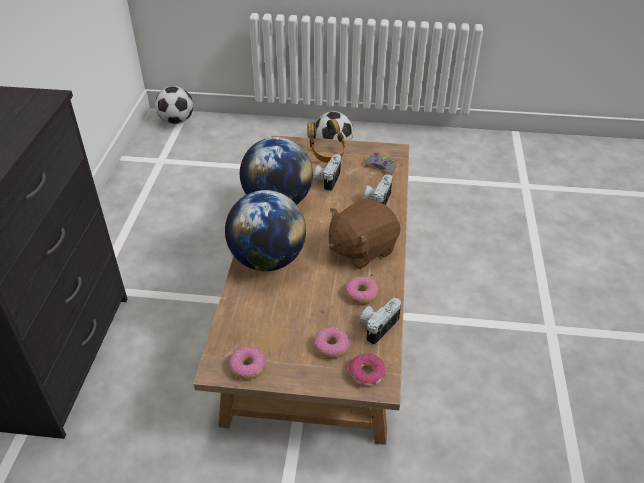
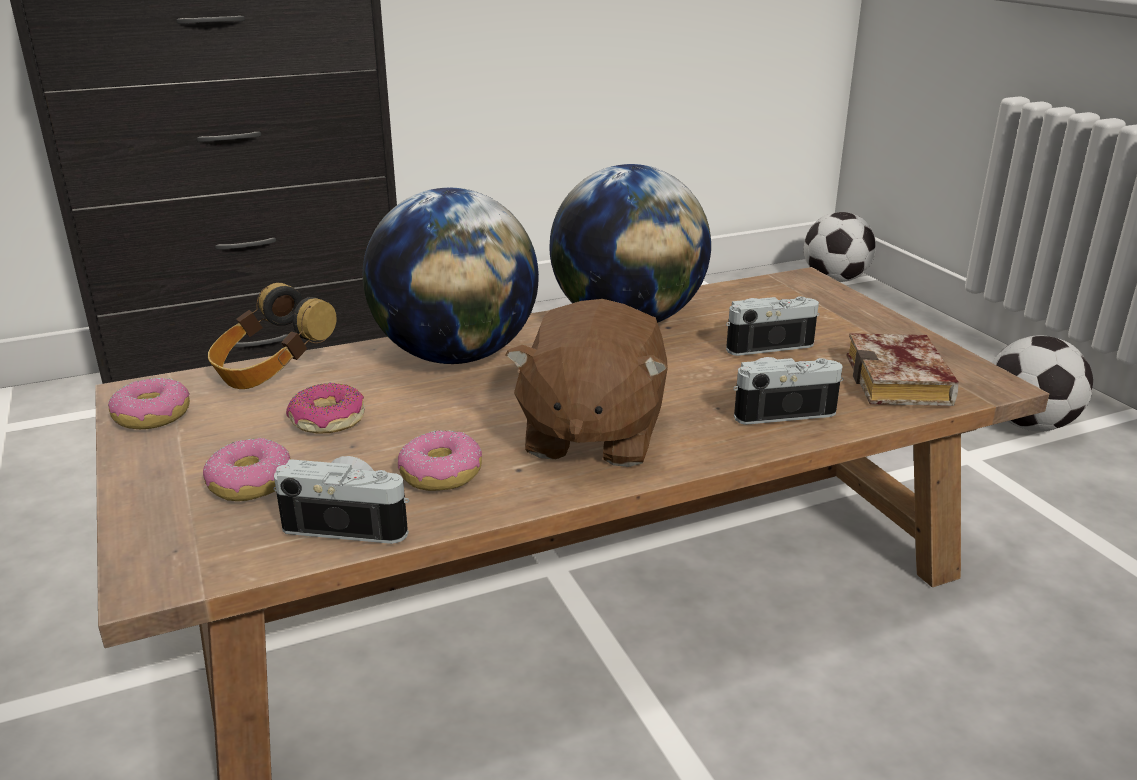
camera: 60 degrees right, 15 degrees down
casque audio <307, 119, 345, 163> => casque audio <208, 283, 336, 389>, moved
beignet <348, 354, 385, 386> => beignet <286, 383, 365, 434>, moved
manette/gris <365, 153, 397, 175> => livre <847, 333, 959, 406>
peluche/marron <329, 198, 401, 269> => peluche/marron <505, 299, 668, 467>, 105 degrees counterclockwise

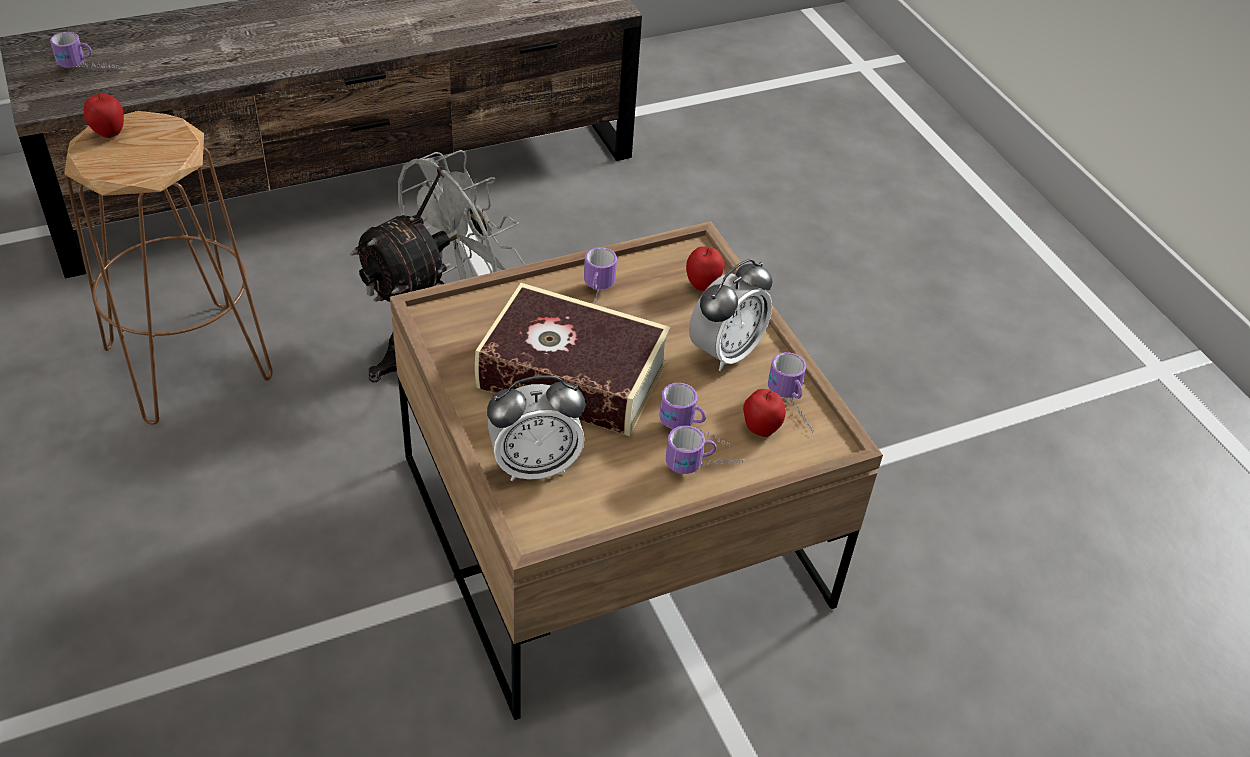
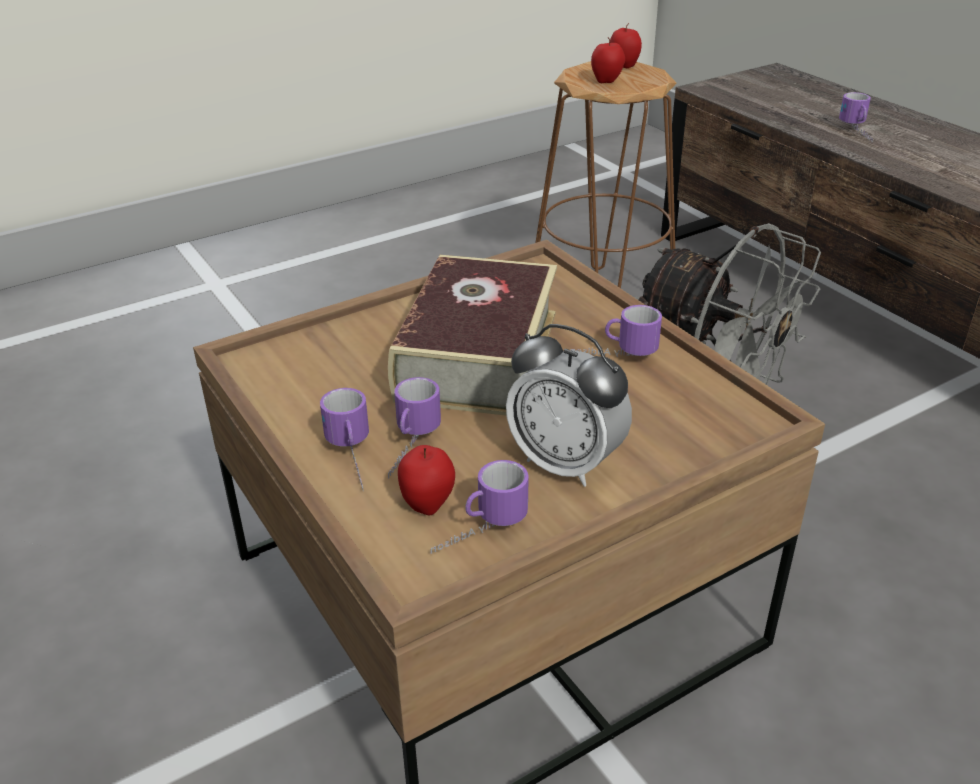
camera: 85 degrees right, 10 degrees down
réveil <487, 376, 585, 481> => nothing
mug <50, 32, 120, 69> => mug <839, 92, 873, 143>, moved
pomme <686, 246, 724, 291> => pomme <591, 38, 625, 83>, moved

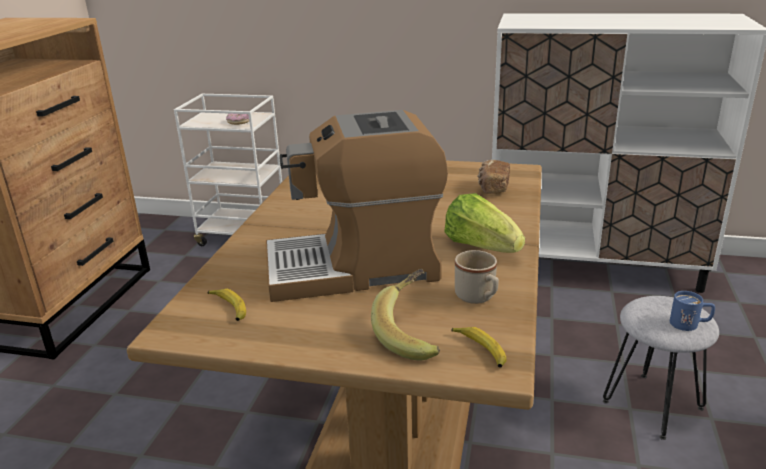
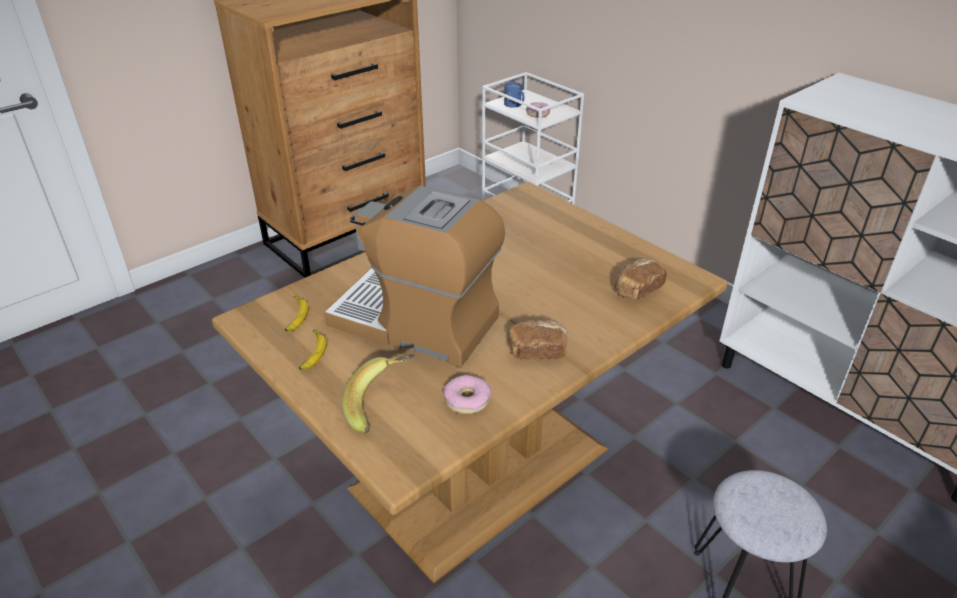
camera: 35 degrees right, 10 degrees up
banane <451, 327, 507, 368> => banane <299, 330, 327, 370>, moved
mug/bleu <670, 291, 715, 331> => mug/bleu <504, 82, 524, 108>, moved
laitue <444, 193, 525, 253> => pain <508, 320, 567, 360>
mug/beige <455, 250, 499, 304> => beignet <443, 375, 491, 414>

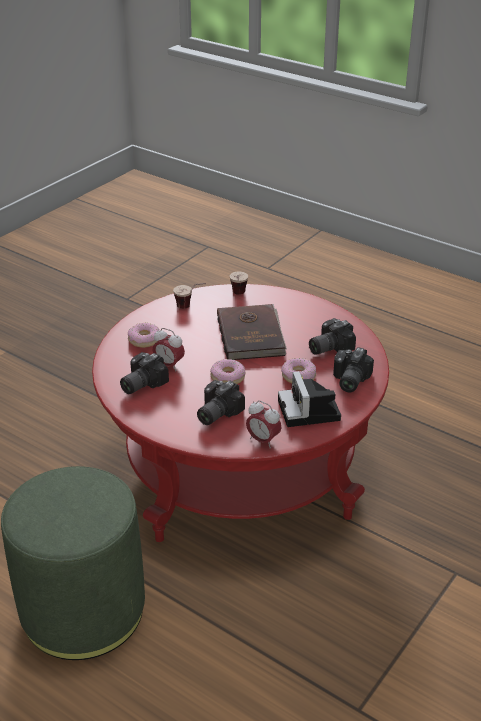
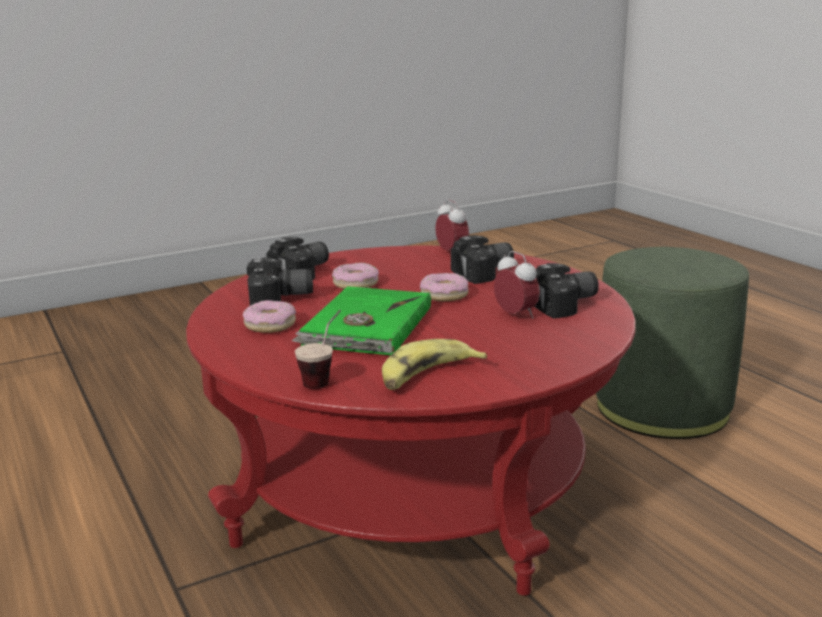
camera: 155 degrees left, 15 degrees down
appareil photo <278, 371, 341, 427> => nothing
beignet <128, 323, 160, 348> => beignet <243, 300, 296, 333>, moved
tasse <173, 283, 206, 309> => banane <382, 339, 487, 390>
livre/marron <217, 304, 287, 360> => livre/vert <292, 286, 431, 355>

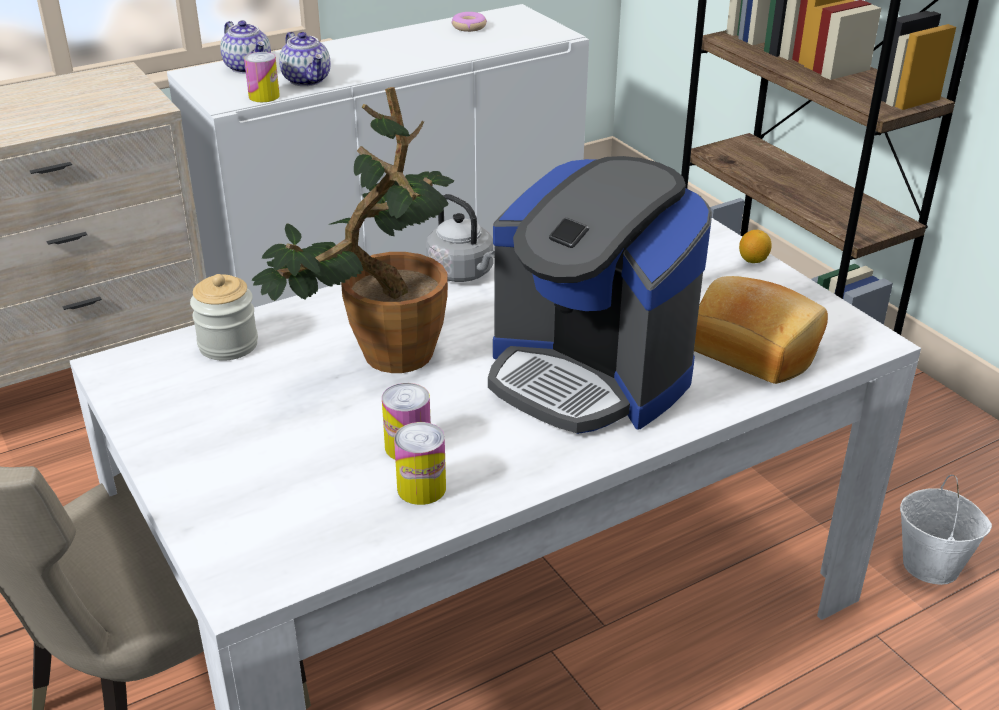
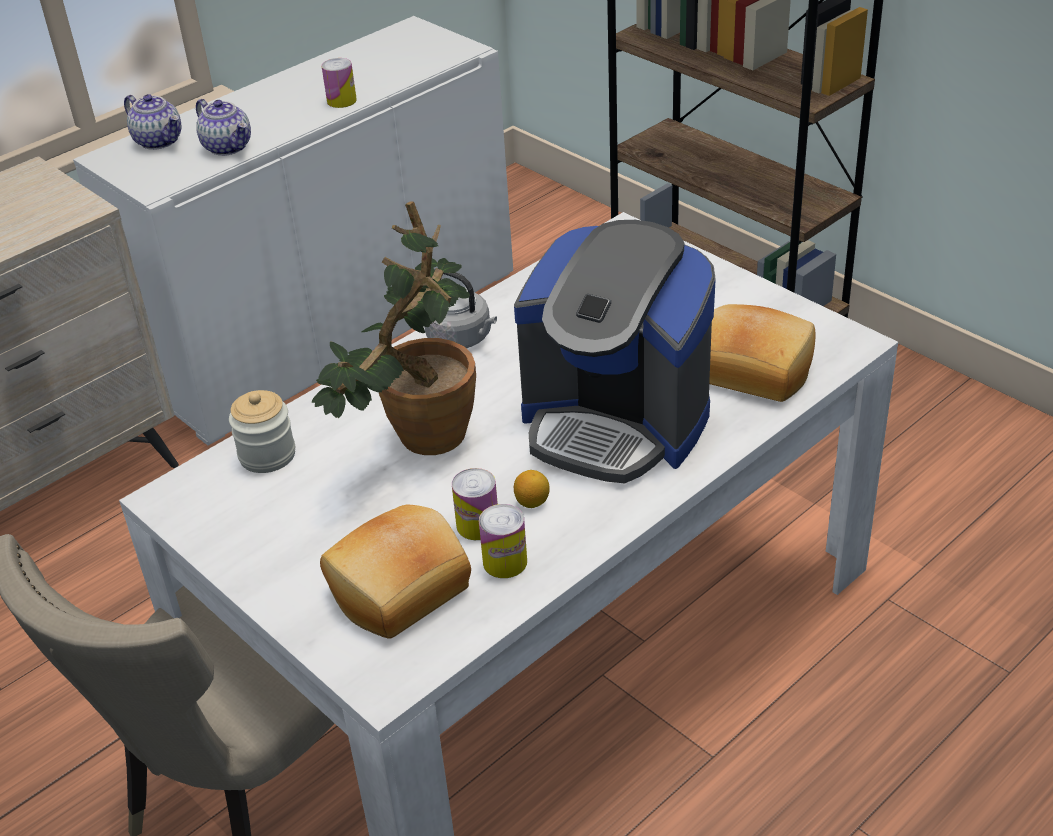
camera: 10 degrees left, 5 degrees up
beignet <451, 12, 487, 32> => nothing
seau/blanc <900, 475, 992, 585> => nothing
nothing => pain <320, 505, 471, 639>
boîte métallique <244, 52, 280, 102> => boîte métallique <322, 58, 357, 108>, moved
citron <739, 230, 772, 263> => citron <514, 470, 550, 508>, moved

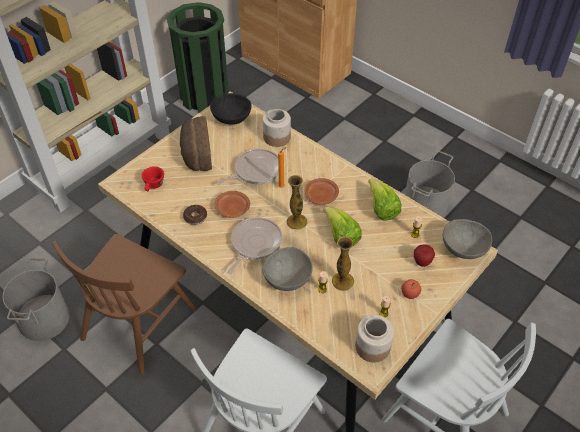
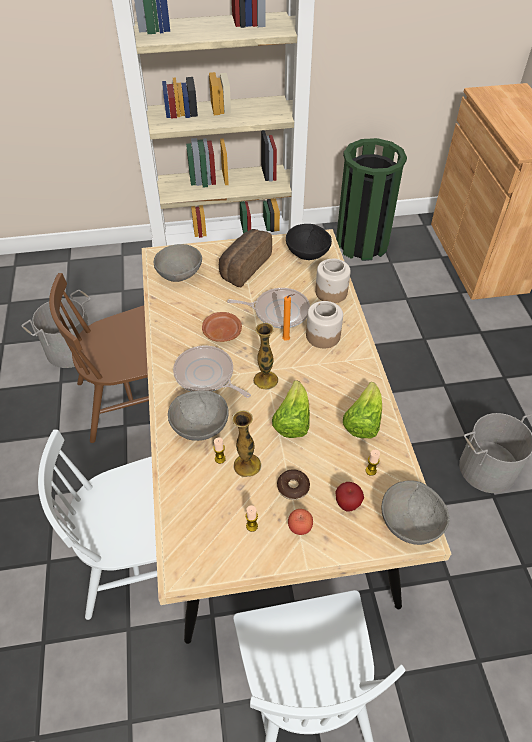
camera: 40 degrees right, 0 degrees up
assiette/marron <304, 178, 339, 205> => nothing
beignet <183, 205, 207, 225> => beignet <277, 469, 310, 500>, moved
bocal <355, 315, 394, 362> => bocal <306, 301, 343, 348>, moved
tasse/rouge <142, 166, 164, 191> => bol/gris <154, 244, 202, 282>
poêle <227, 217, 283, 274> => poêle <173, 346, 251, 398>, 120 degrees counterclockwise

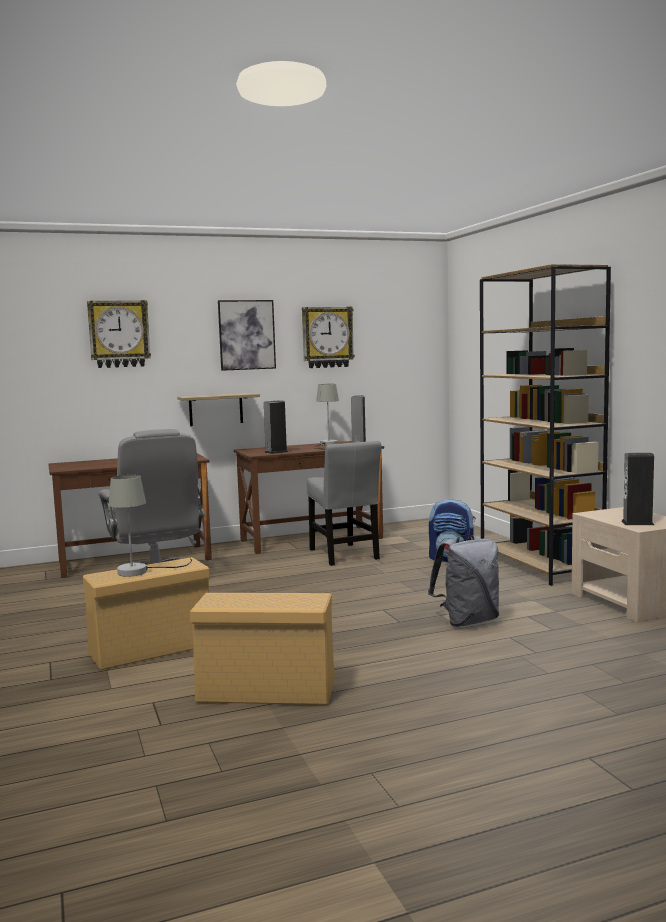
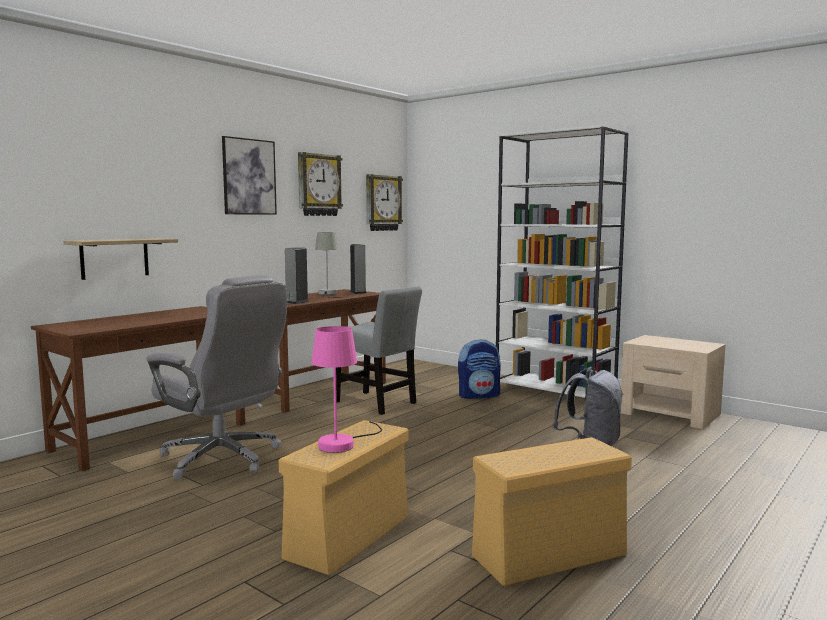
camera: 30 degrees left, 0 degrees up
enceinte <622, 453, 654, 525> => nothing
horloge murale <87, 300, 151, 368> => horloge murale <366, 174, 403, 231>, moved
étagère <177, 393, 260, 426> => étagère <63, 238, 178, 280>, moved
lampe de table/gris <109, 475, 192, 577> => lampe de table/rose <312, 326, 382, 453>
bibliothèque/marron <480, 264, 611, 586> => bibliothèque/blanc <496, 125, 628, 398>

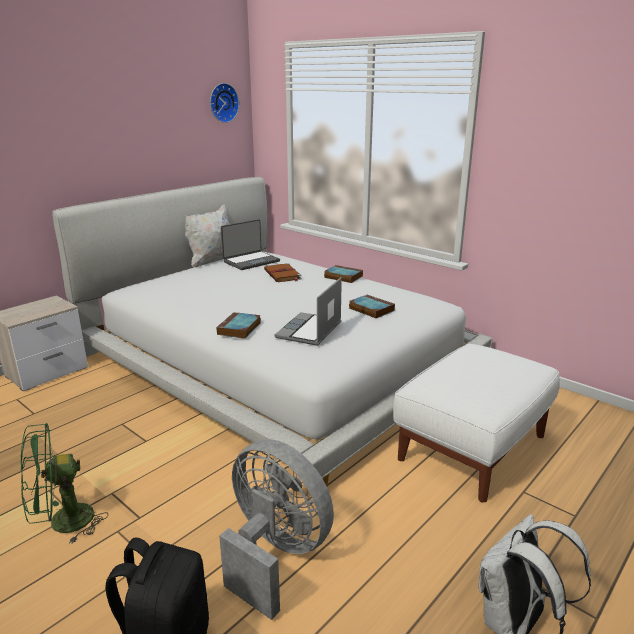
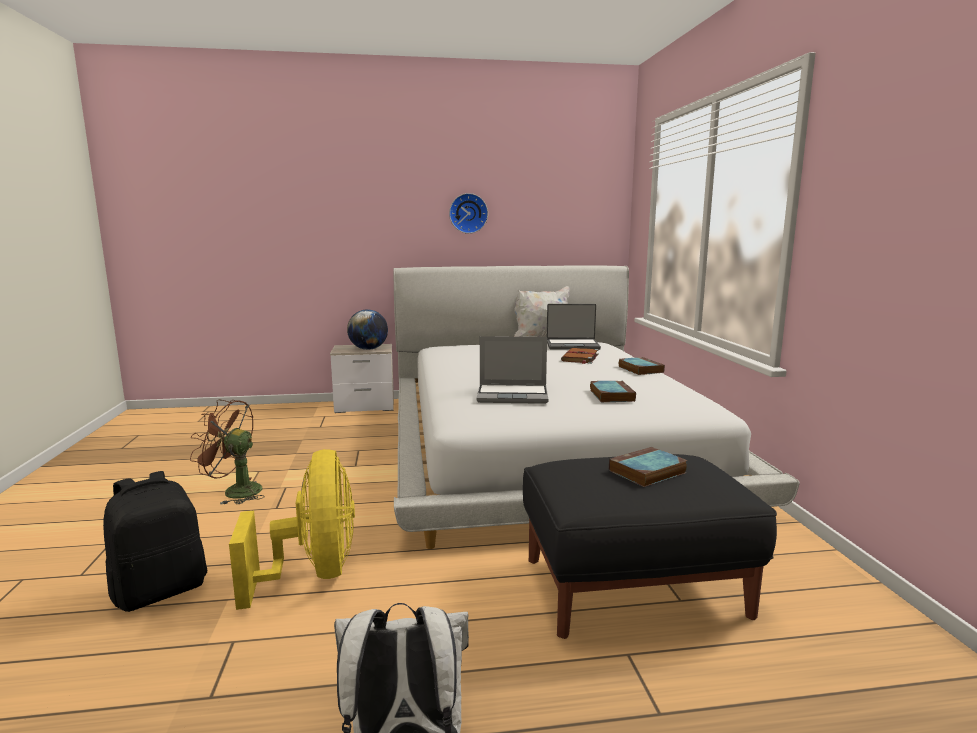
camera: 40 degrees right, 10 degrees down
nothing => globe <347, 310, 388, 350>
horloge murale <210, 83, 239, 123> => horloge murale <449, 193, 488, 234>, moved
livre <217, 312, 261, 339> => livre <609, 447, 688, 487>, moved
ventilateur/vert <21, 423, 108, 544> => ventilateur/marron <190, 400, 264, 505>
ventilateur/gris <219, 439, 334, 620> => ventilateur/jaune <229, 449, 355, 610>
pouf/blanc <393, 344, 560, 503> => pouf/noir <523, 454, 777, 639>
ordinateur portable <275, 277, 342, 346> => ordinateur portable <476, 336, 548, 404>, 150 degrees counterclockwise

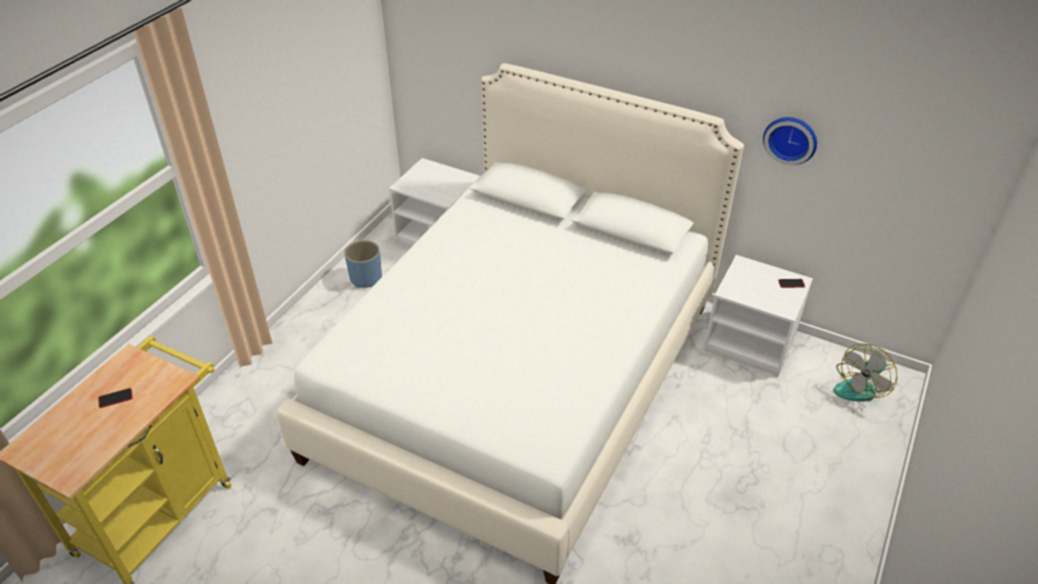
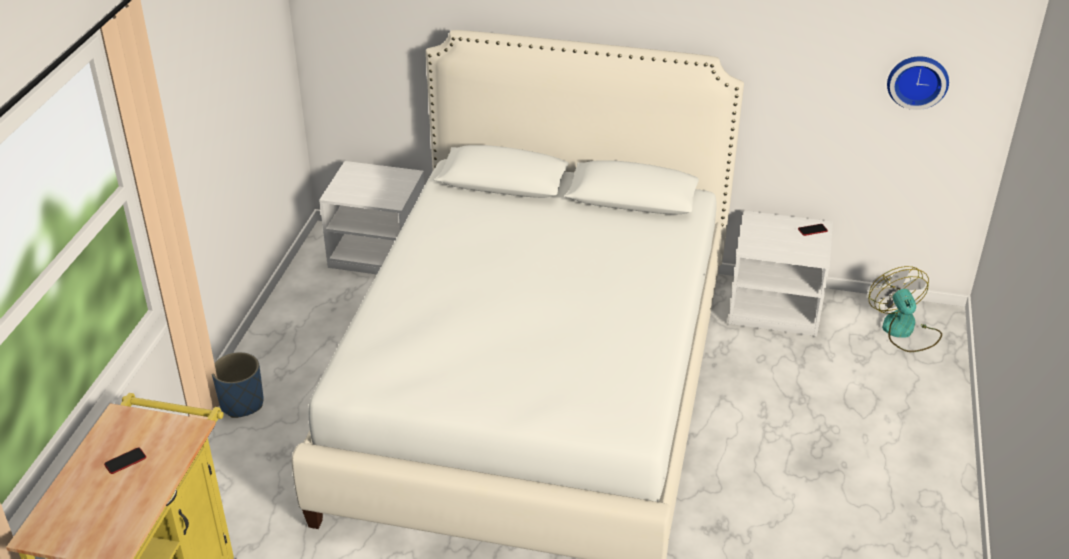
camera: 15 degrees left, 5 degrees down
cache-pot/bleu <344, 240, 382, 288> => cache-pot/bleu <212, 352, 264, 418>, moved
horloge murale <763, 117, 817, 165> => horloge murale <887, 56, 949, 110>, moved
ventilateur <833, 343, 897, 402> => ventilateur <869, 266, 942, 352>, 135 degrees clockwise

